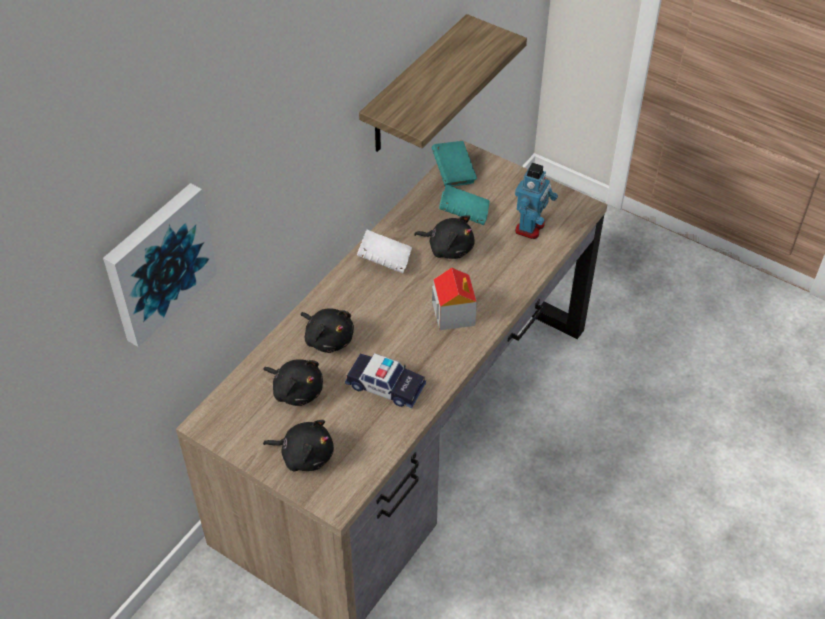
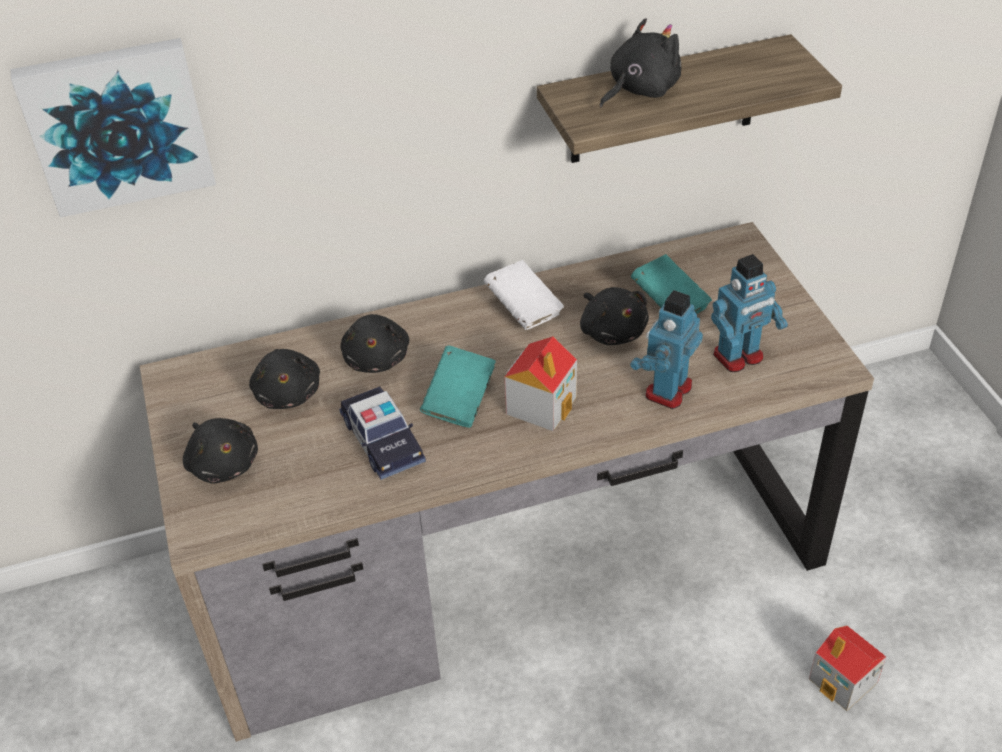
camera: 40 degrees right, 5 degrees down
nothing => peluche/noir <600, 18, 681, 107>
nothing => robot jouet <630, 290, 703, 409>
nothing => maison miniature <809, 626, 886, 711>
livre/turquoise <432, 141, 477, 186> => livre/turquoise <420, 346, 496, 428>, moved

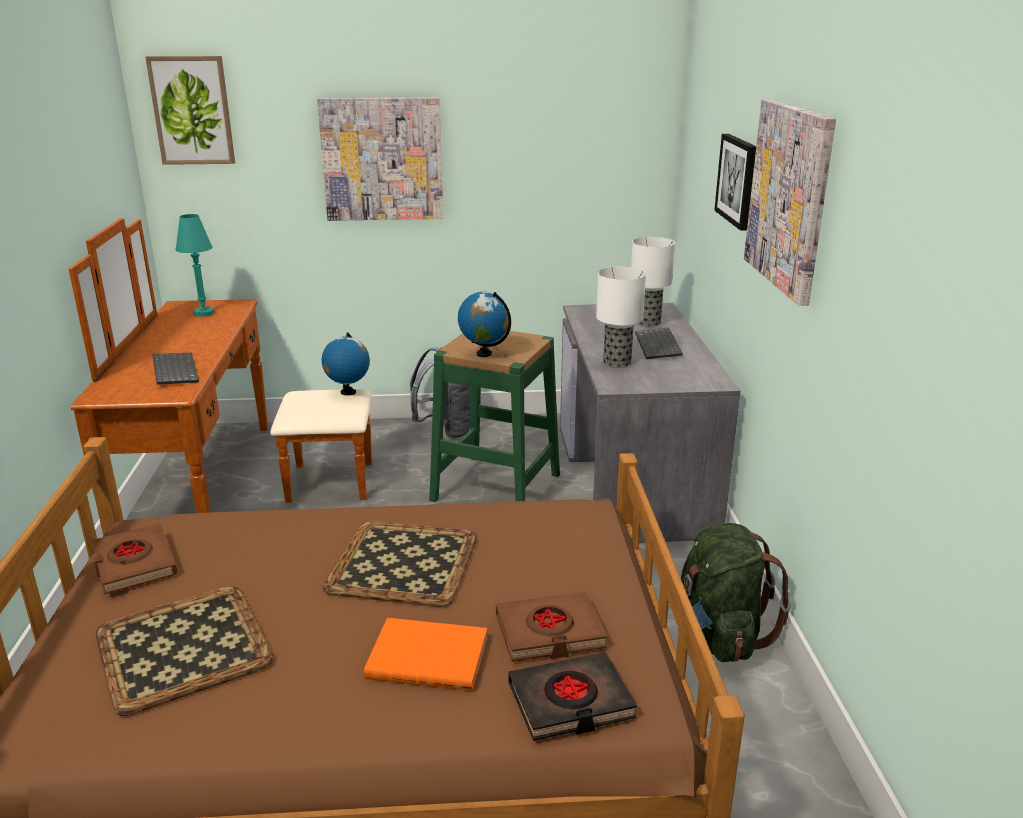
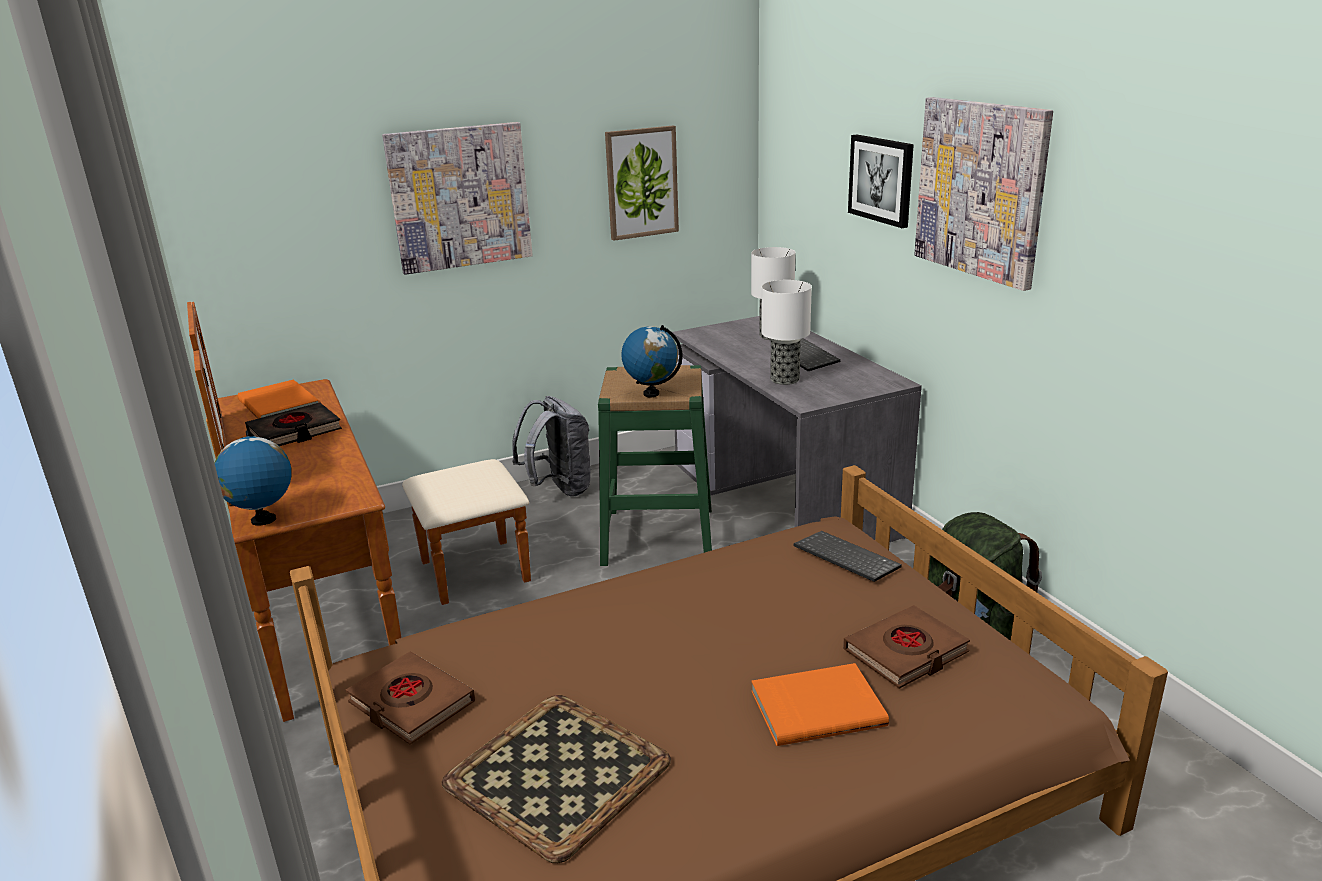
camera: 20 degrees left, 0 degrees up
plateau <323, 521, 477, 607> => nothing
tableau <145, 56, 235, 165> => tableau <605, 126, 679, 241>, moved
clavier <152, 352, 199, 385> => clavier <794, 531, 902, 582>, moved
globe <322, 332, 370, 395> => globe <215, 430, 292, 526>, moved
livre/noir <508, 652, 637, 741> => livre/noir <245, 403, 342, 446>, moved
lampe de table/turquoise <176, 214, 214, 317> => livre/orange <237, 379, 319, 419>

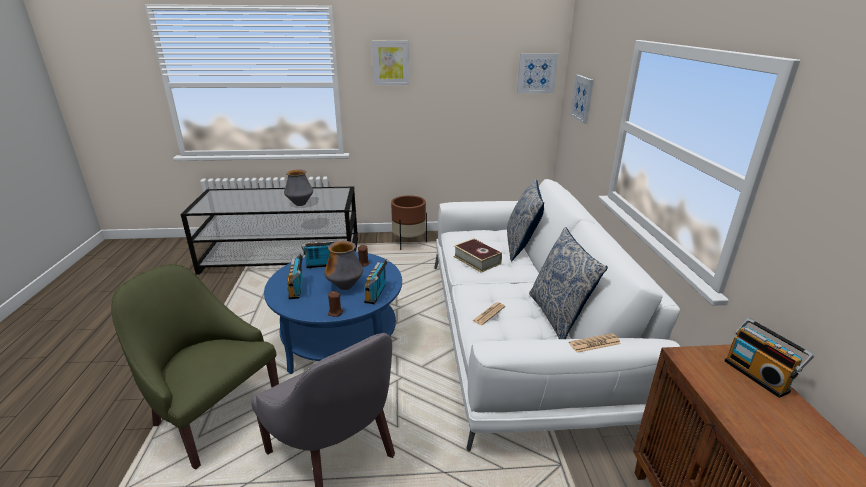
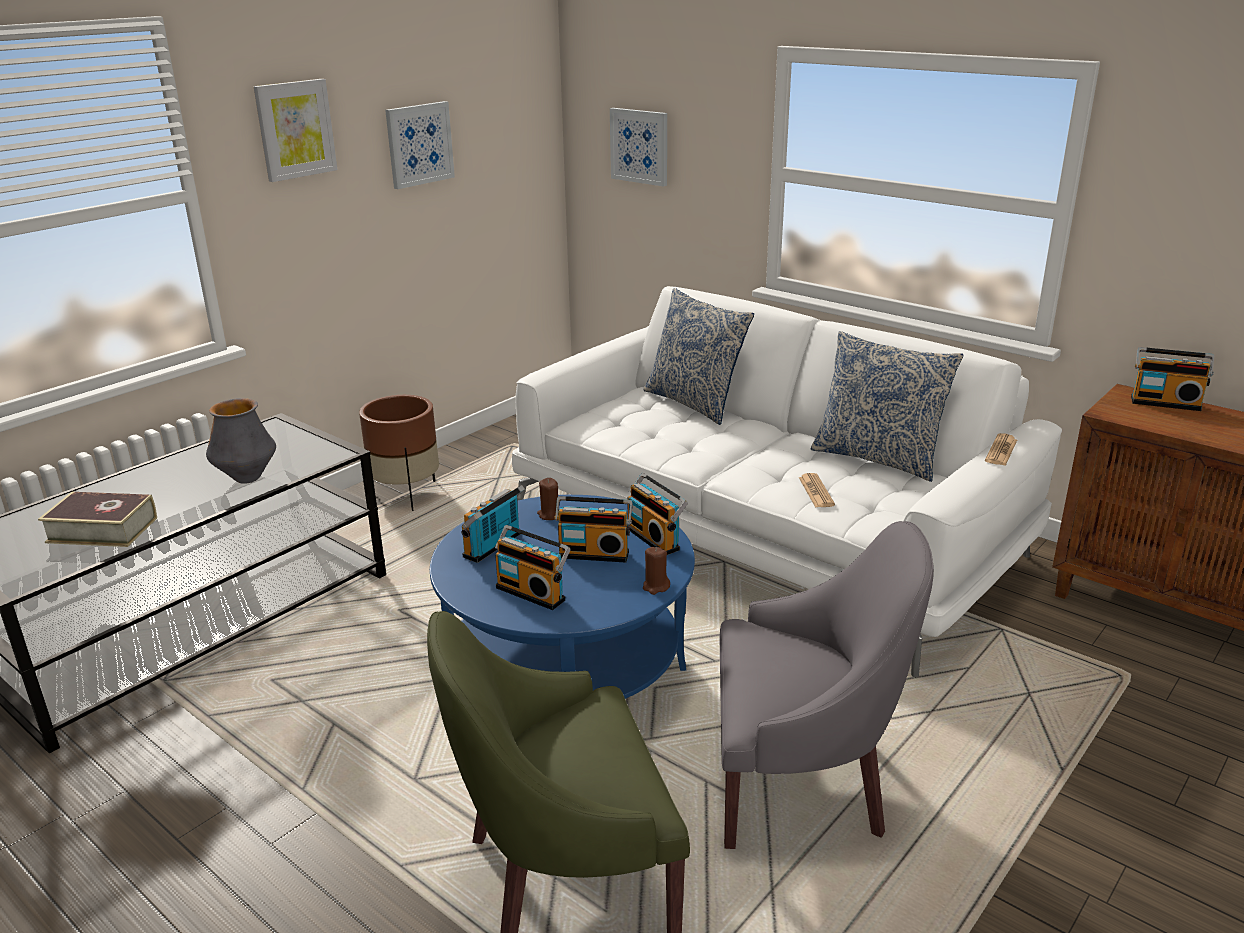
camera: 45 degrees left, 0 degrees up
livre <453, 238, 502, 272> => livre <38, 492, 157, 547>, moved
tableau <517, 53, 558, 93> => tableau <385, 101, 455, 189>, moved
vase <324, 241, 363, 290> => radio <554, 496, 633, 563>

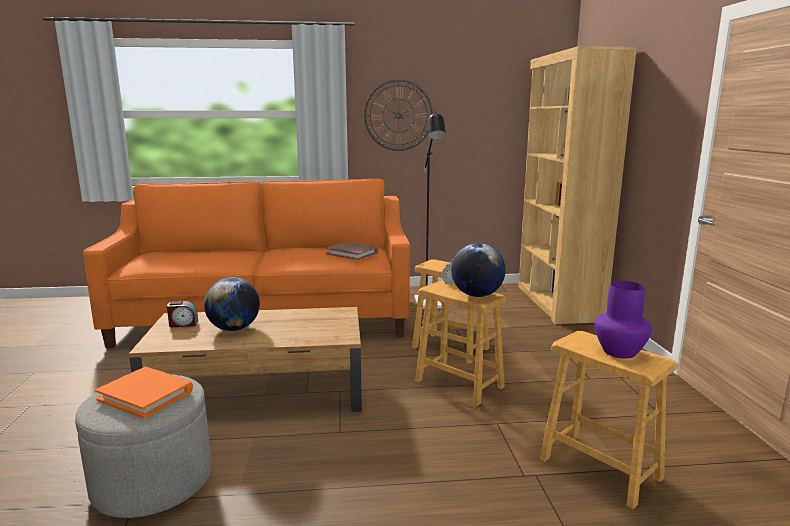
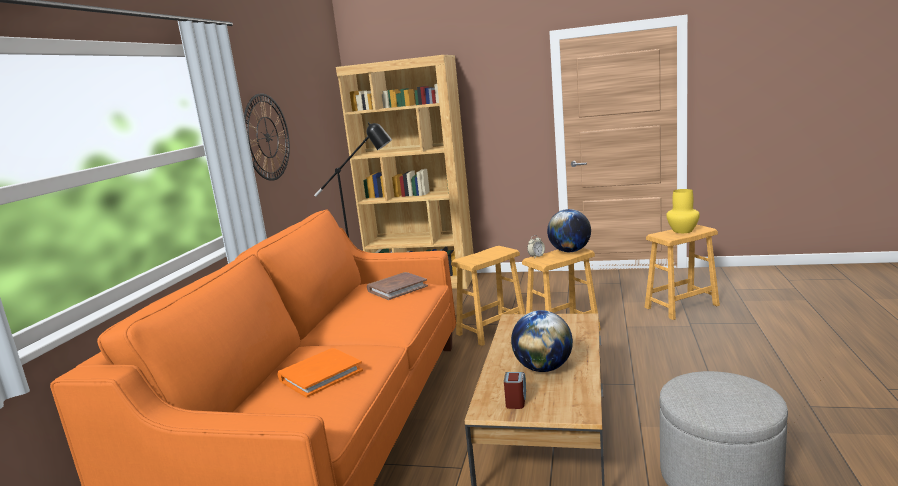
camera: 70 degrees left, 0 degrees up
livre/orange <95, 367, 193, 418> => livre/orange <278, 348, 363, 398>, moved
vase/violet <594, 281, 652, 359> => vase/jaune <666, 189, 700, 233>

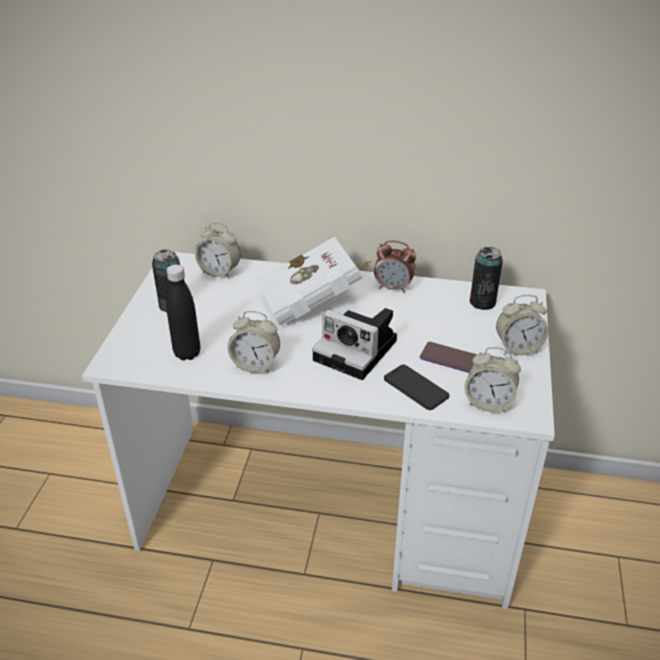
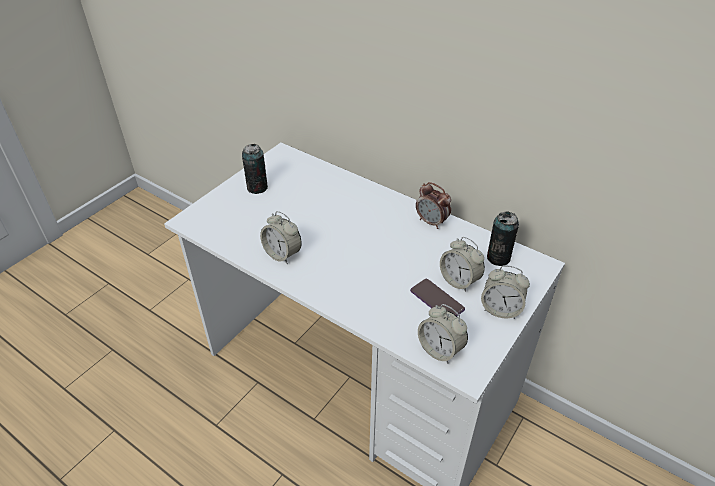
camera: 25 degrees right, 5 degrees up
bouteille/noir <166, 264, 200, 360> => nothing
livre/blanc <257, 236, 371, 326> => nothing
appareil photo <312, 308, 397, 380> => nothing
téléphone <384, 365, 449, 410> => nothing
réveil <195, 223, 241, 279> => réveil <440, 237, 485, 292>, moved

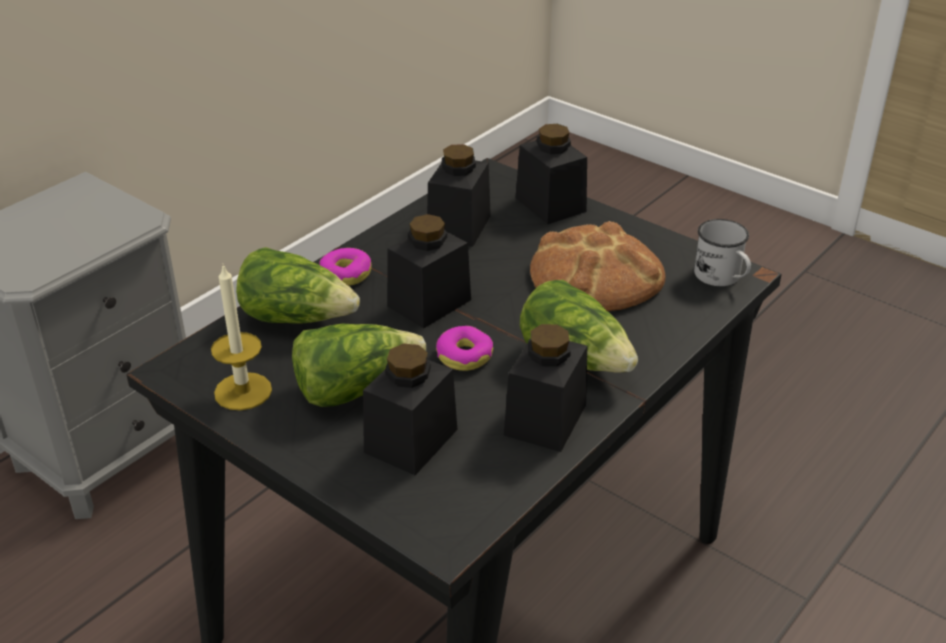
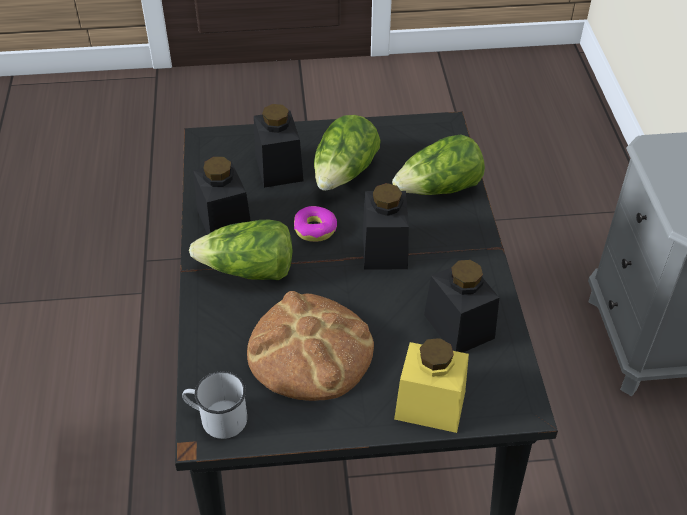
camera: 135 degrees right, 10 degrees up
bougie <211, 263, 272, 411> => nothing
beignet <319, 248, 371, 286> => nothing
bocal/noir <516, 124, 587, 224> => bocal/jaune <394, 338, 469, 433>

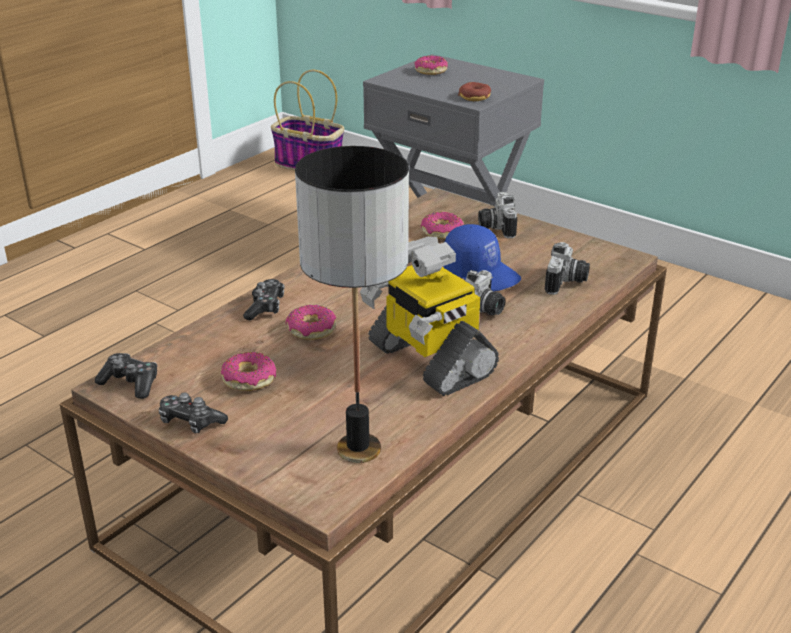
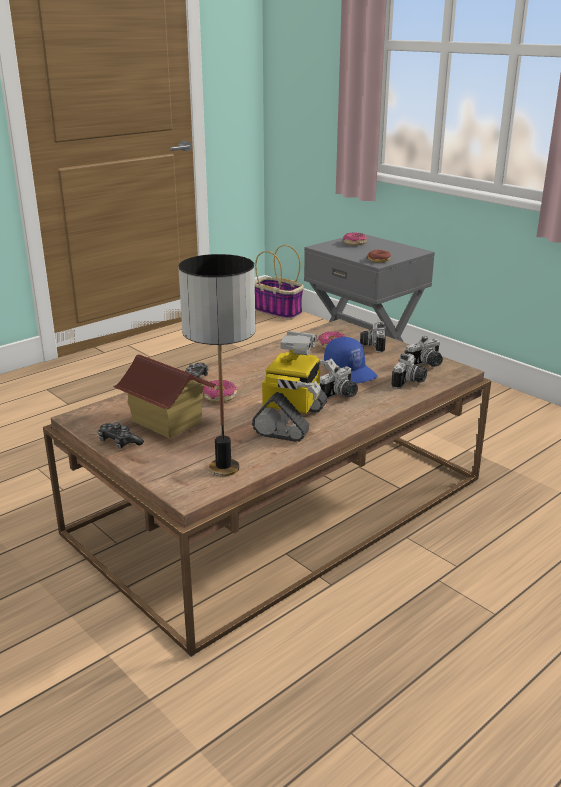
camera: 10 degrees right, 5 degrees down
manette <95, 353, 157, 399> => nothing
nothing => appareil photo <405, 336, 443, 367>
beignet <221, 352, 276, 391> => maison miniature <113, 354, 216, 438>
robot jouet <360, 236, 499, 396> => robot jouet <252, 331, 336, 442>, 135 degrees counterclockwise

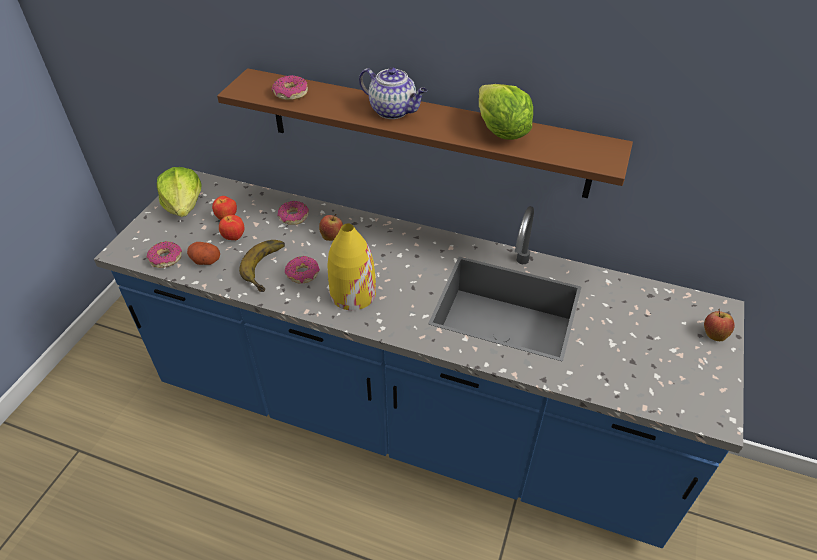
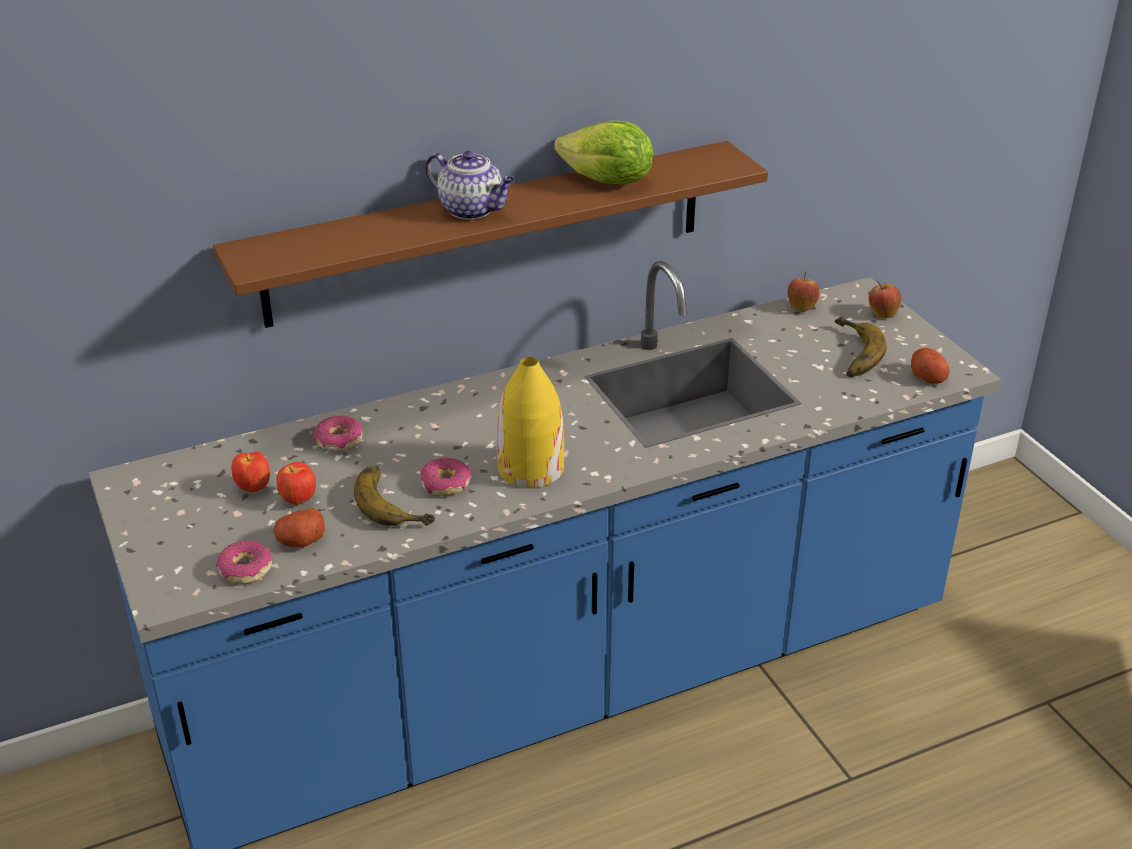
camera: 45 degrees left, 10 degrees down
laitue <157, 167, 202, 217> => nothing
beignet <272, 75, 308, 100> => nothing
nothing => banane <835, 316, 887, 377>
nothing => pomme de terre <911, 348, 949, 384>
pomme <319, 214, 343, 241> => pomme <788, 272, 820, 312>, moved
théière <359, 67, 427, 119> => théière <425, 151, 515, 220>, 45 degrees clockwise

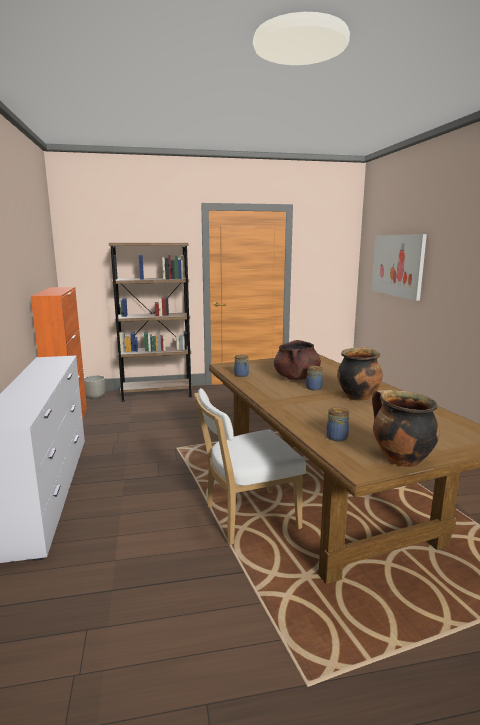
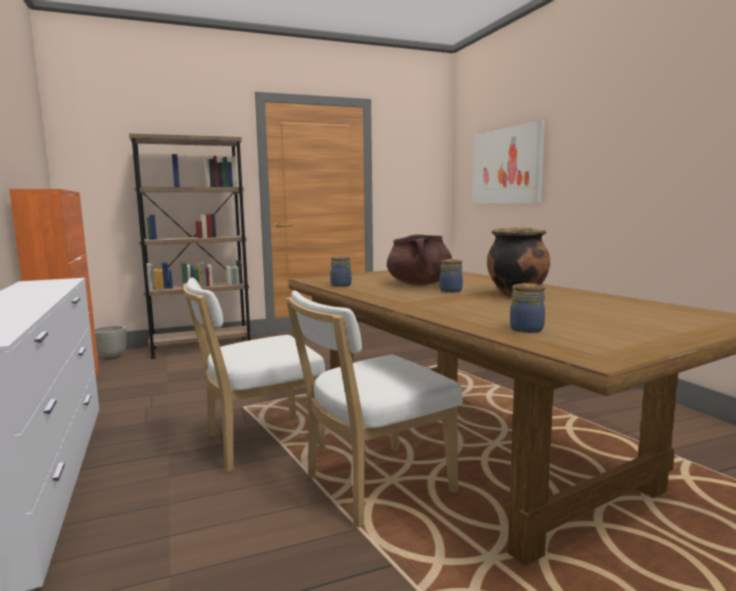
camera: 10 degrees left, 5 degrees down
marmite <372, 390, 440, 467> => nothing
nothing => chaise/blanc <183, 278, 326, 472>

